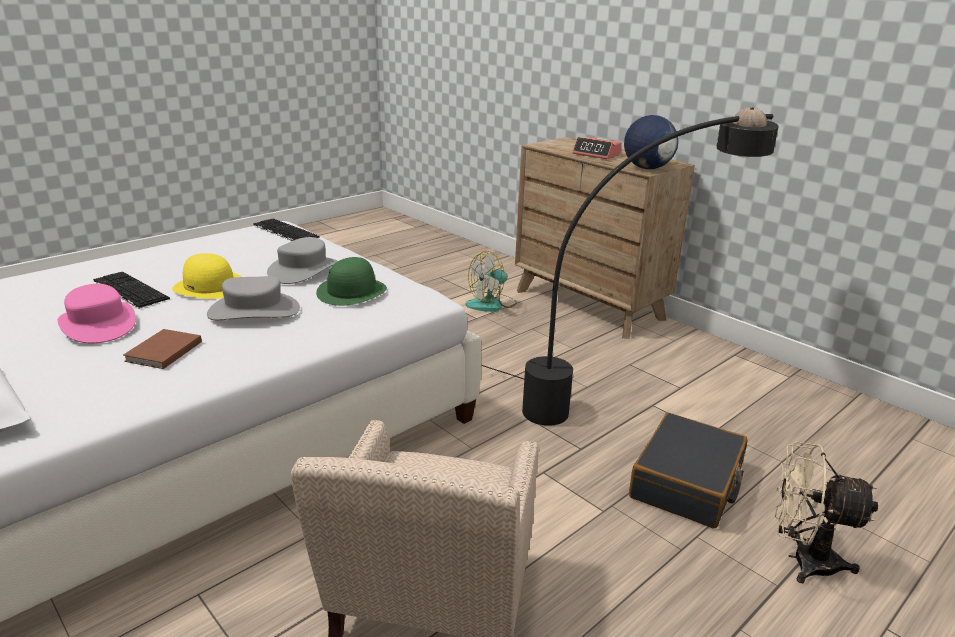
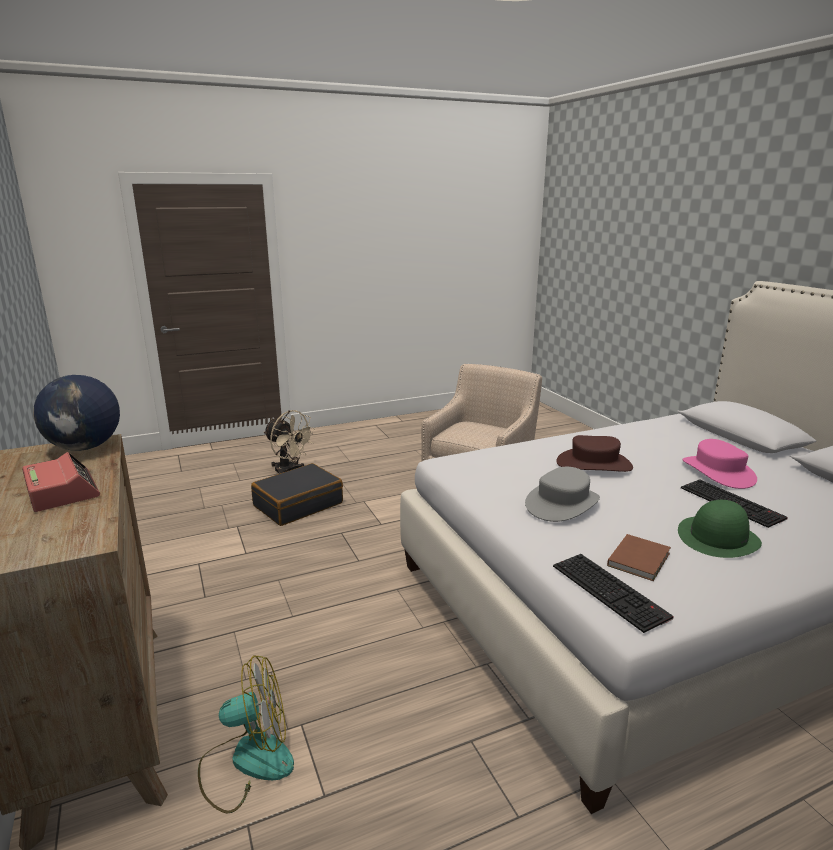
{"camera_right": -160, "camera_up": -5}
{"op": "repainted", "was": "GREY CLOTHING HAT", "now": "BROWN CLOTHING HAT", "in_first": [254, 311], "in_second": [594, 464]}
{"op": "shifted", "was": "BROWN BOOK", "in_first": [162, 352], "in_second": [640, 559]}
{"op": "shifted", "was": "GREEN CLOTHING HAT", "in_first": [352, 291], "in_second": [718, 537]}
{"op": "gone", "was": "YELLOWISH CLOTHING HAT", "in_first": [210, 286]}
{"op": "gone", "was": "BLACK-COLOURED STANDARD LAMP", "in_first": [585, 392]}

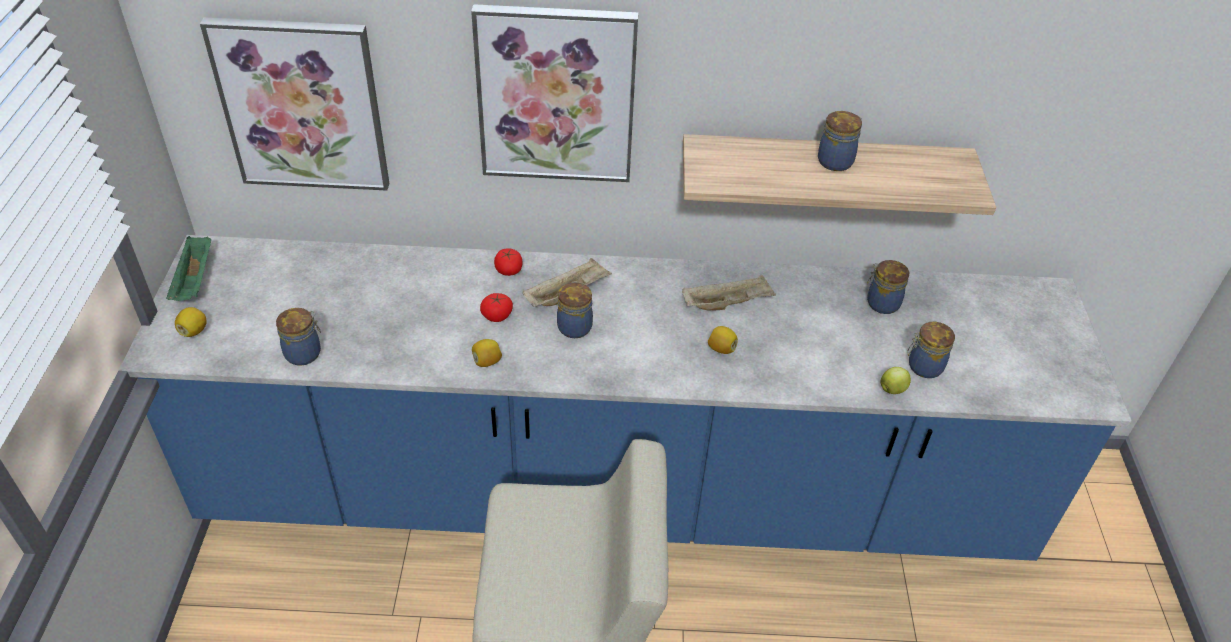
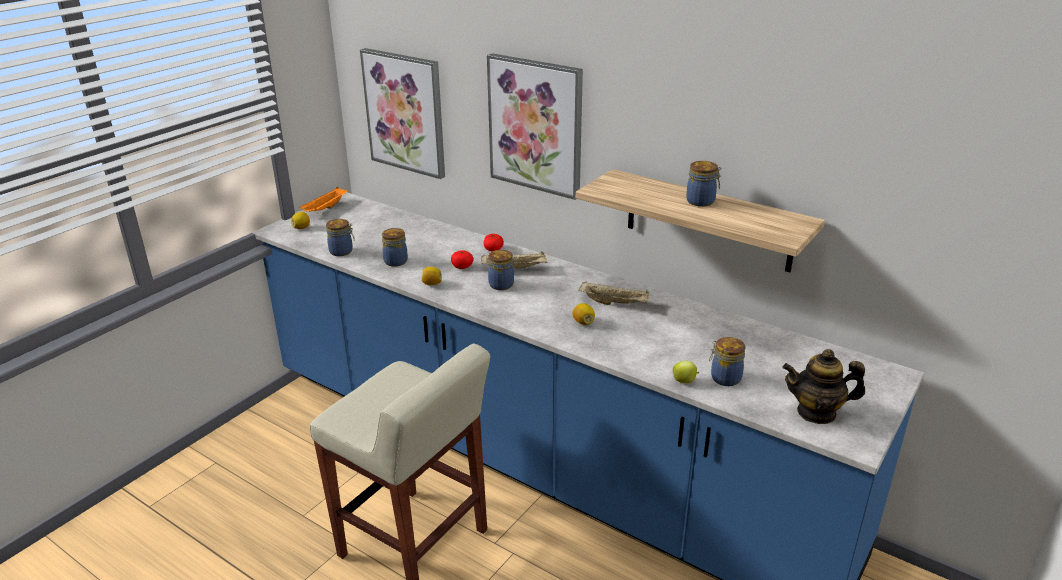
{"camera_right": 35, "camera_up": -15}
{"op": "repainted", "was": "GREEN TRAY", "now": "ORANGE-COLOURED TRAY", "in_first": [195, 281], "in_second": [325, 209]}
{"op": "shifted", "was": "PRESERVE JAR", "in_first": [881, 303], "in_second": [395, 261]}
{"op": "new", "now": "POT FOR TEA", "in_second": [816, 412]}

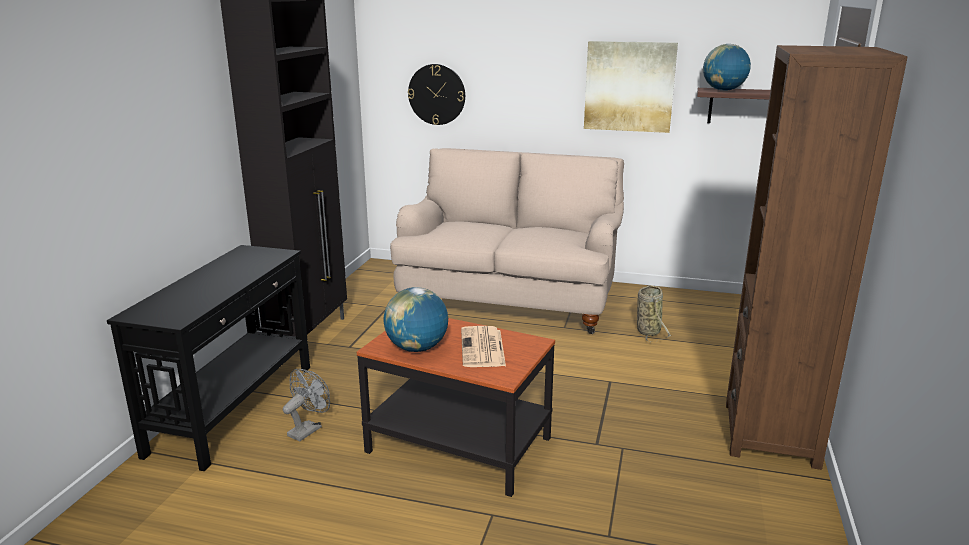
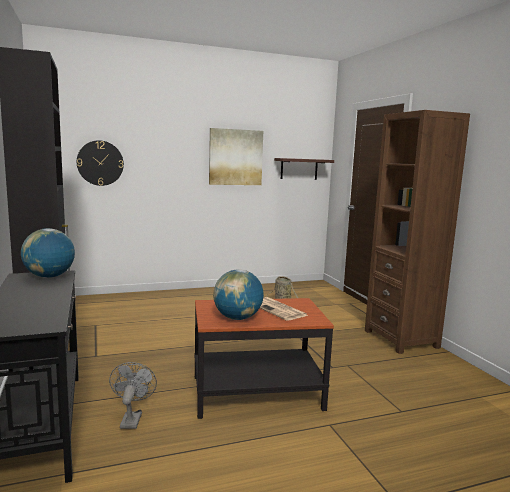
{"camera_right": -35, "camera_up": -10}
{"op": "shifted", "was": "DESK GLOBE", "in_first": [723, 90], "in_second": [49, 276]}
{"op": "gone", "was": "BEIGE-COLOURED COUCH", "in_first": [511, 299]}

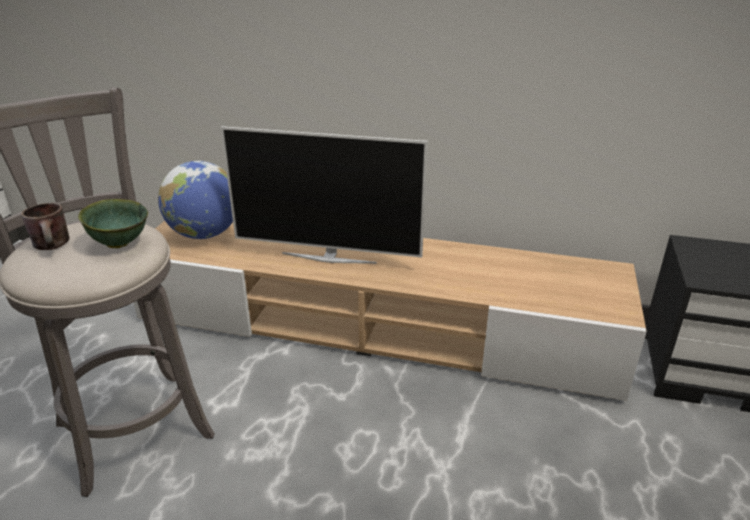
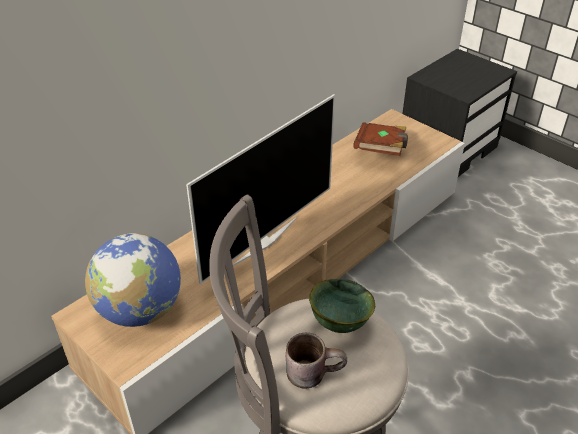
{"camera_right": -60, "camera_up": 10}
{"op": "new", "now": "BROWN BOOK", "in_second": [380, 151]}

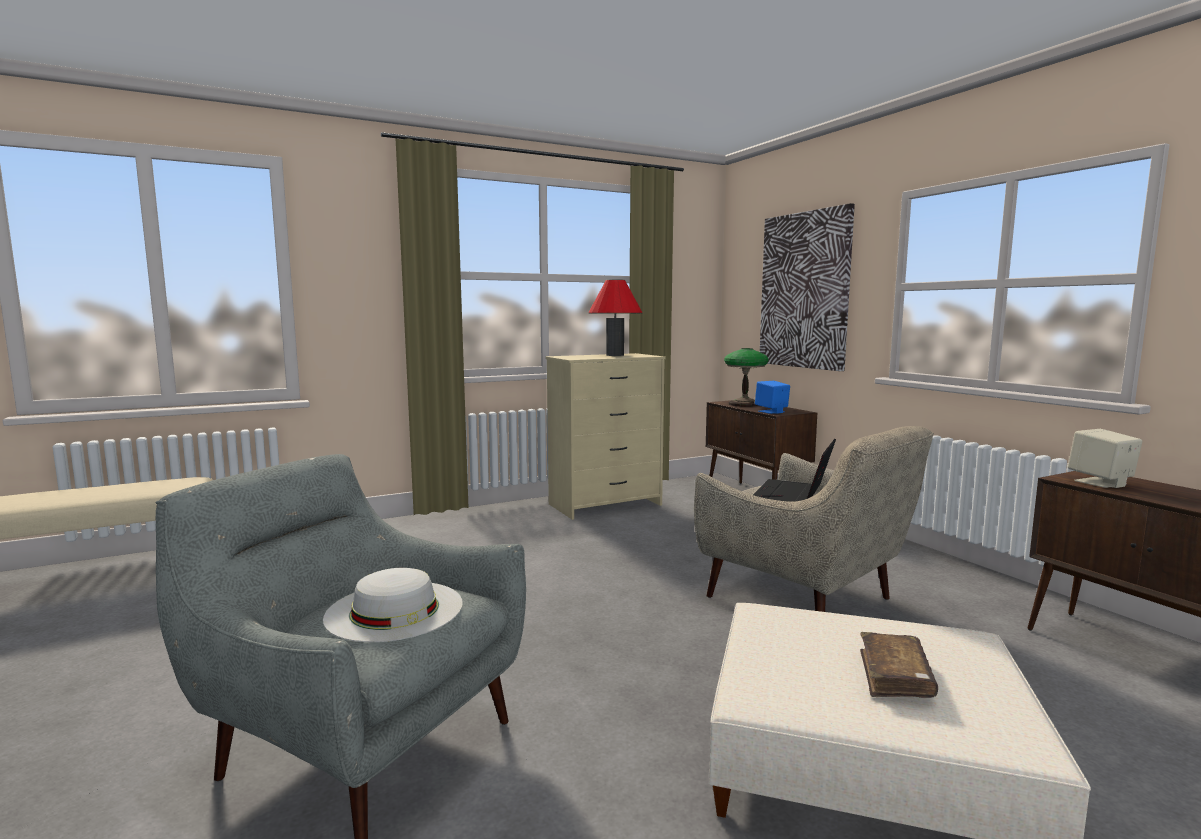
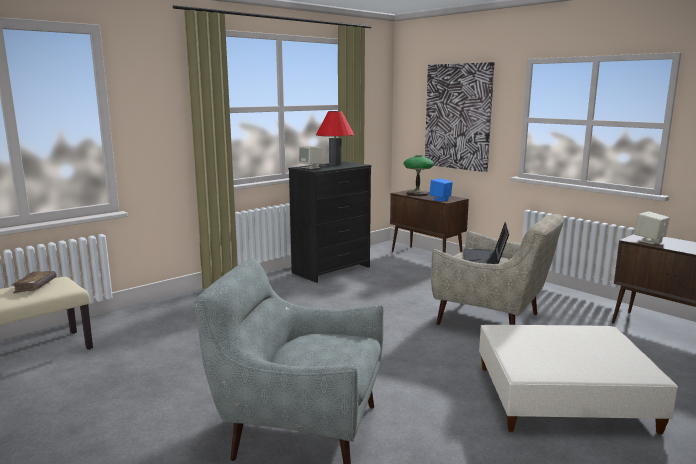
{"camera_right": -15, "camera_up": 5}
{"op": "shifted", "was": "BROWN BOOK", "in_first": [895, 676], "in_second": [35, 286]}
{"op": "repainted", "was": "BEIGE-COLOURED DRAWER CHEST", "now": "BLACK-COLOURED DRAWER CHEST", "in_first": [605, 505], "in_second": [331, 270]}
{"op": "new", "now": "BEIGE-COLOURED SPEAKER", "in_second": [311, 167]}
{"op": "gone", "was": "WHITISH CLOTHING HAT", "in_first": [395, 610]}

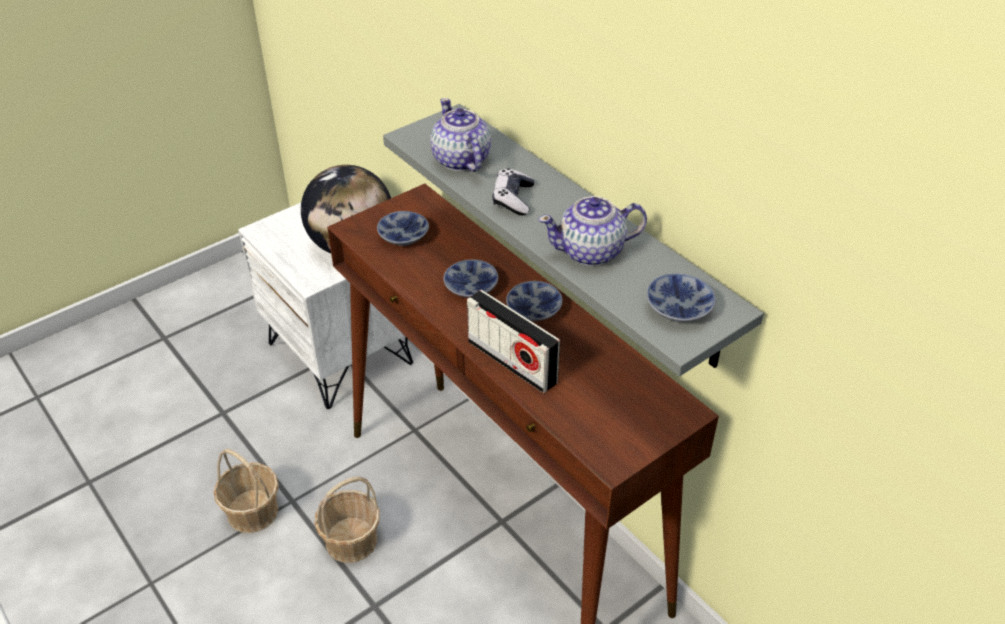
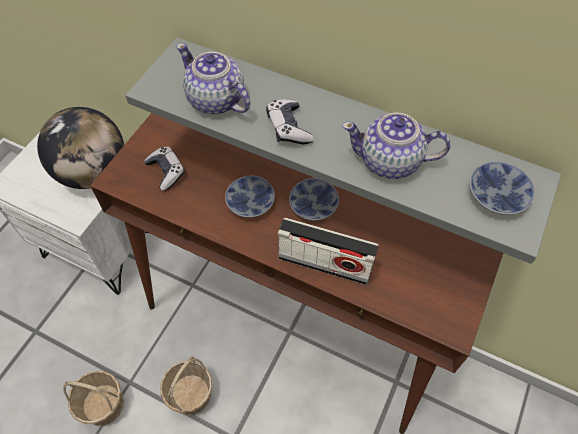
{"camera_right": -25, "camera_up": 15}
{"op": "swapped", "was": "SERVING BOWL", "now": "GAME CONTROLLER", "in_first": [405, 237], "in_second": [166, 172]}
{"op": "rotated", "was": "POT FOR TEA", "in_first": [591, 252], "in_second": [390, 162], "clockwise": 45}

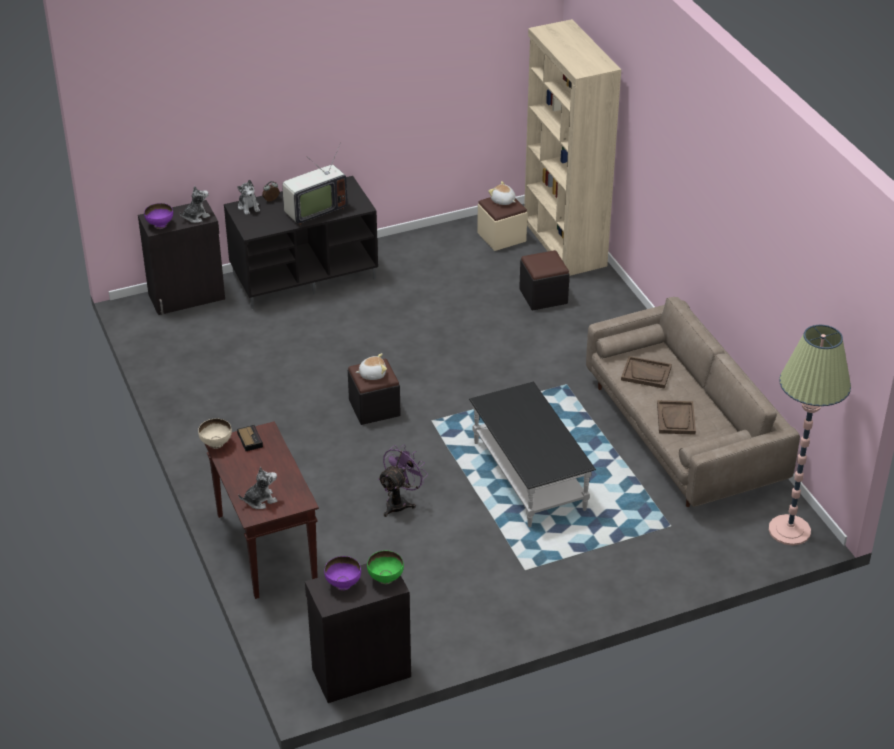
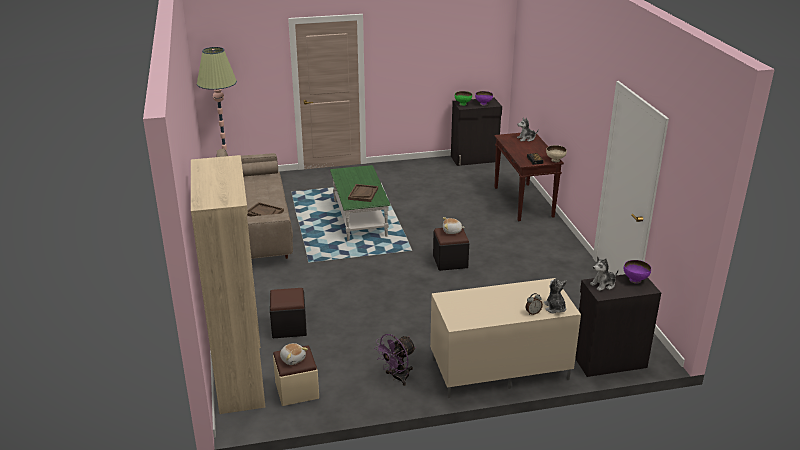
{"camera_right": -170, "camera_up": -10}
{"op": "repainted", "was": "BLACK-COLOURED LOUNGE TABLE", "now": "GREEN LOUNGE TABLE", "in_first": [529, 476], "in_second": [359, 218]}
{"op": "shifted", "was": "BROWN TRAY", "in_first": [676, 419], "in_second": [363, 194]}
{"op": "shifted", "was": "PURPLISH FAN", "in_first": [400, 502], "in_second": [397, 377]}
{"op": "repainted", "was": "BLACK-COLOURED MEDIA CONSOLE", "now": "BEIGE-COLOURED MEDIA CONSOLE", "in_first": [305, 276], "in_second": [499, 370]}
{"op": "gone", "was": "TV", "in_first": [313, 210]}

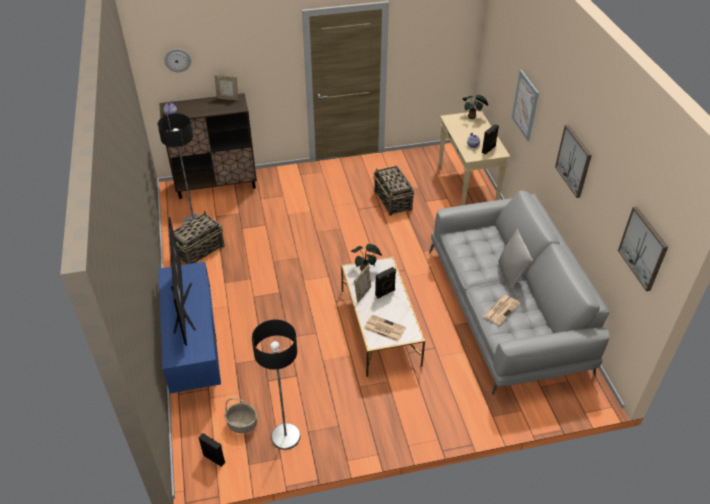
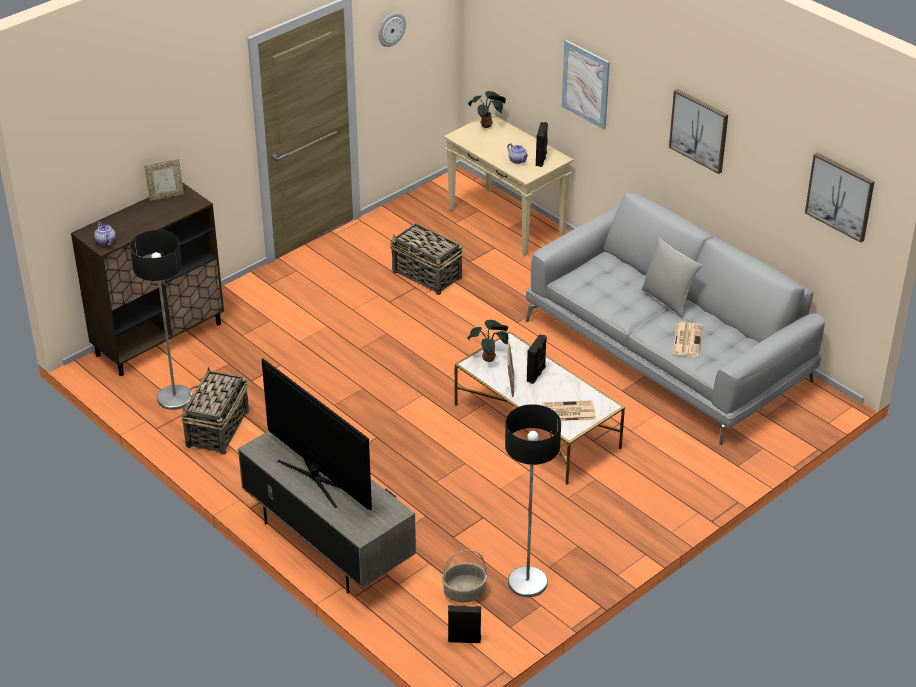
{"camera_right": -30, "camera_up": -5}
{"op": "repainted", "was": "BLUE-COLOURED MEDIA CONSOLE", "now": "GREY MEDIA CONSOLE", "in_first": [194, 350], "in_second": [327, 543]}
{"op": "shifted", "was": "HANGING CLOCK", "in_first": [177, 60], "in_second": [391, 29]}

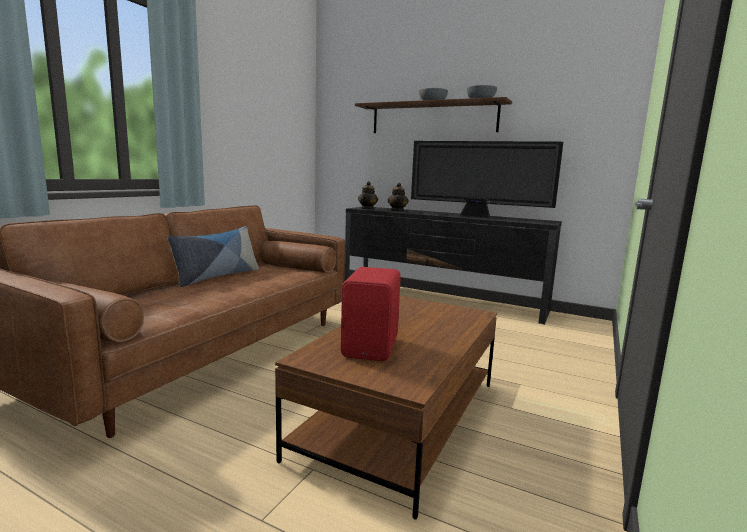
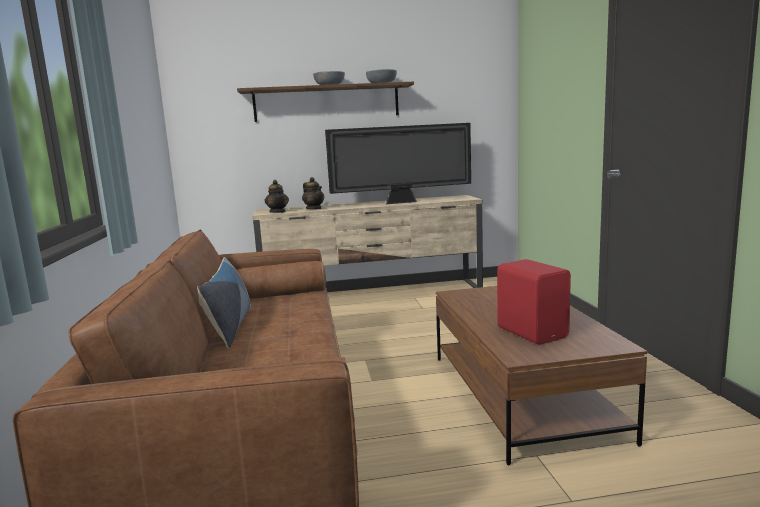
{"camera_right": -35, "camera_up": 0}
{"op": "repainted", "was": "BLACK-COLOURED MEDIA CONSOLE", "now": "BEIGE-COLOURED MEDIA CONSOLE", "in_first": [441, 299], "in_second": [373, 295]}

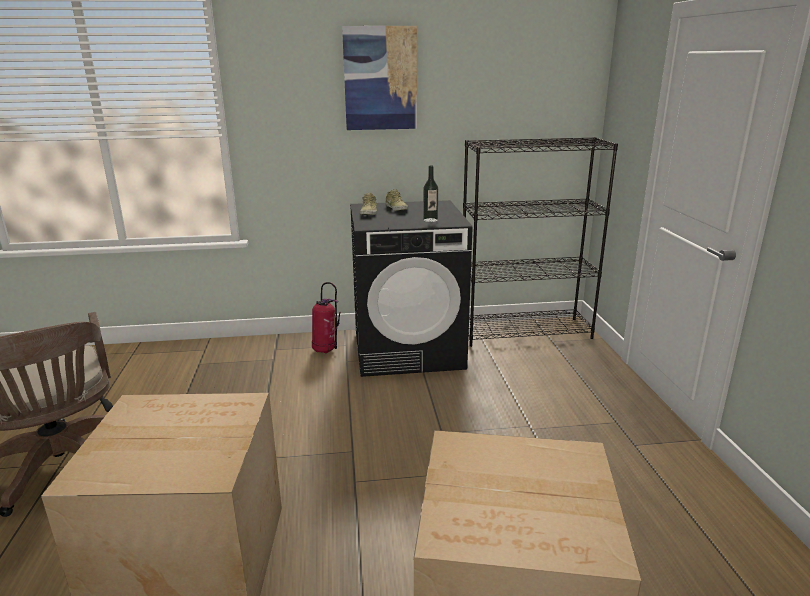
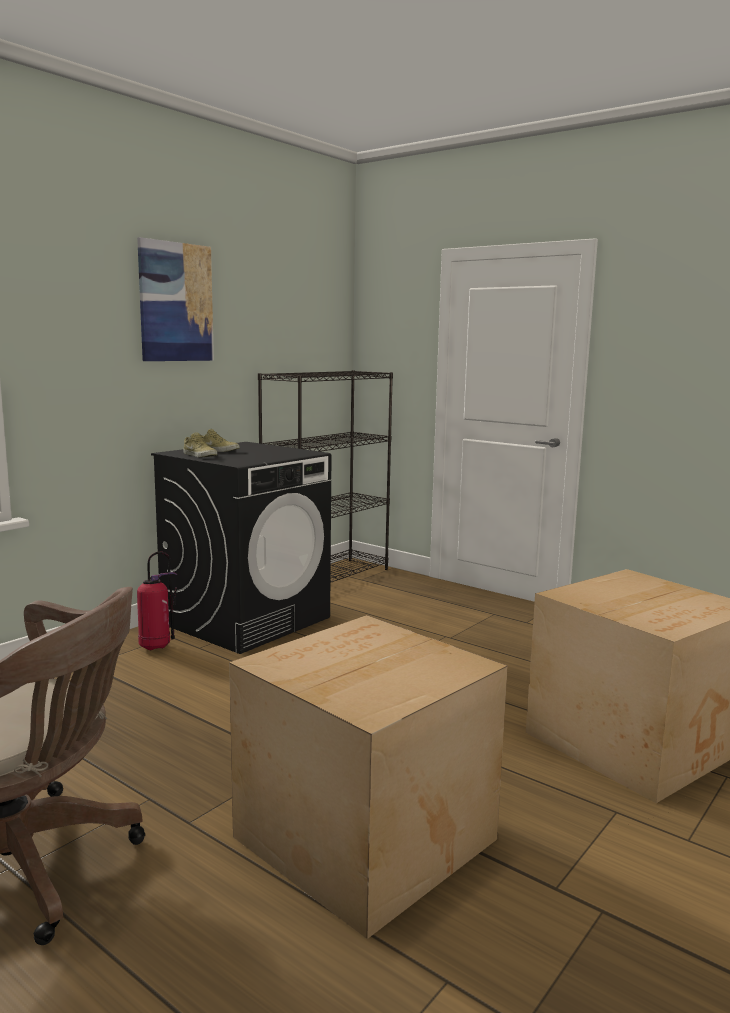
{"camera_right": -45, "camera_up": -10}
{"op": "gone", "was": "BOTTLE", "in_first": [430, 220]}

